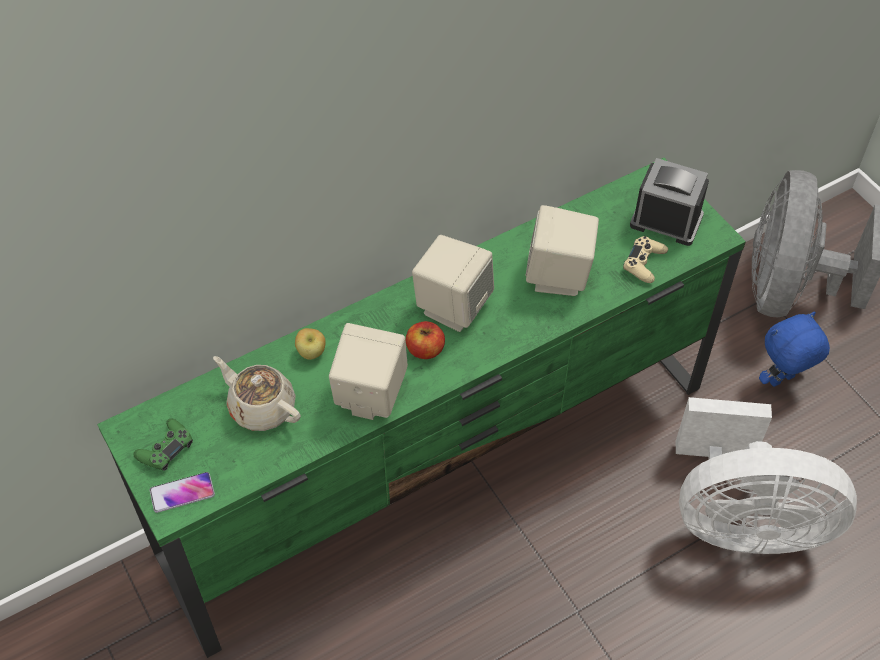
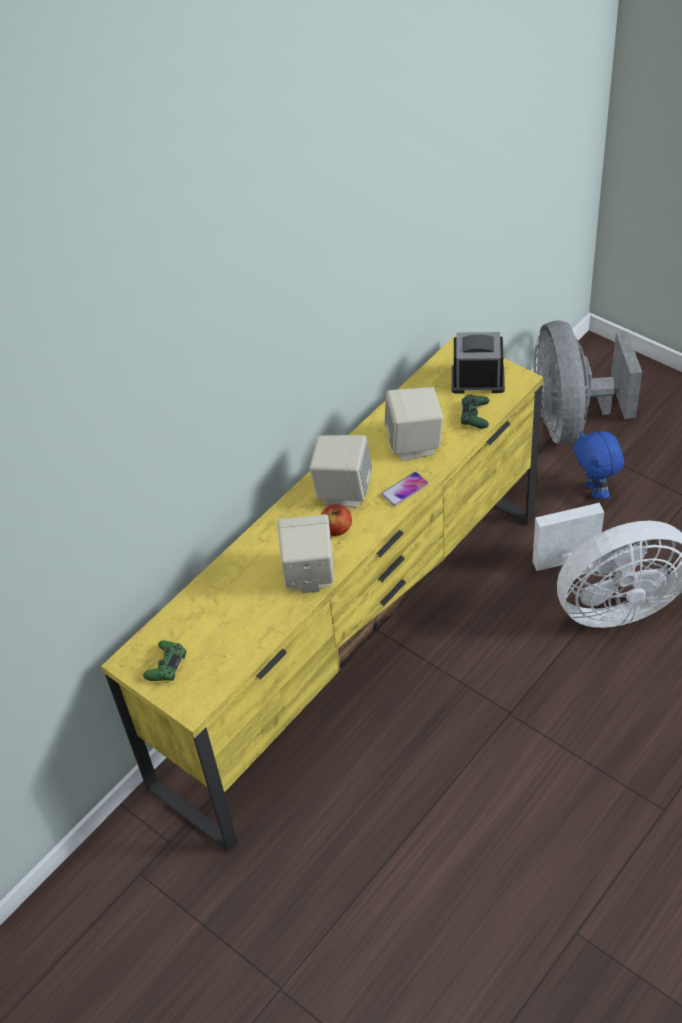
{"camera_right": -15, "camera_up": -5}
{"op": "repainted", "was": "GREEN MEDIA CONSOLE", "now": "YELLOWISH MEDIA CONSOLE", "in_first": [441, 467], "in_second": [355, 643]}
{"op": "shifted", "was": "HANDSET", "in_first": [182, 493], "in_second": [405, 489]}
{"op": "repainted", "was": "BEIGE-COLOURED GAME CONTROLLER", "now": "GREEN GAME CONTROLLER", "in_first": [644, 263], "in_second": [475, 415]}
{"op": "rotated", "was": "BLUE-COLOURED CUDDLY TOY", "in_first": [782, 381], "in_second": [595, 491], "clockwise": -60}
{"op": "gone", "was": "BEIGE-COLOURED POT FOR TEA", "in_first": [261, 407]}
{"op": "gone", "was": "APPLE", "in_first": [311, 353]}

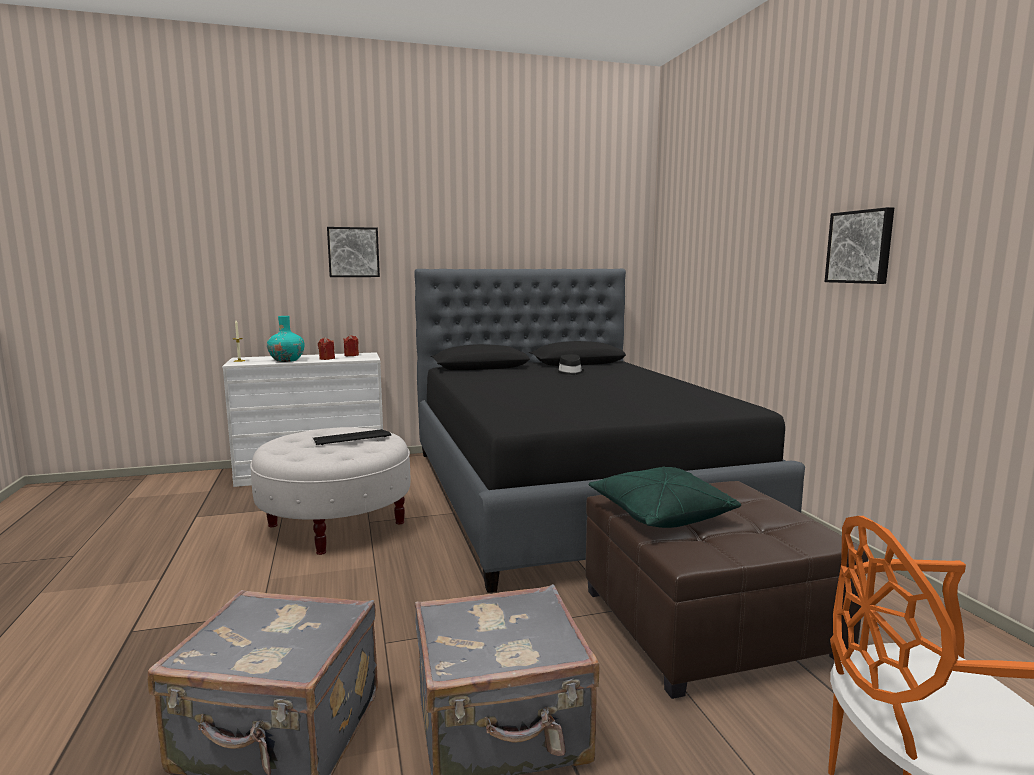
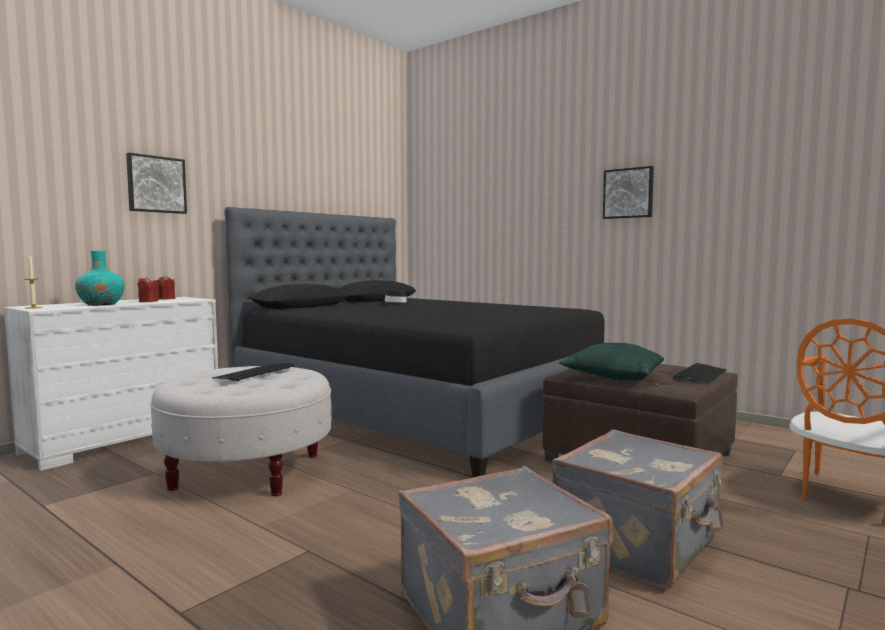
{"camera_right": -35, "camera_up": -5}
{"op": "new", "now": "PC KEYBOARD", "in_second": [700, 374]}

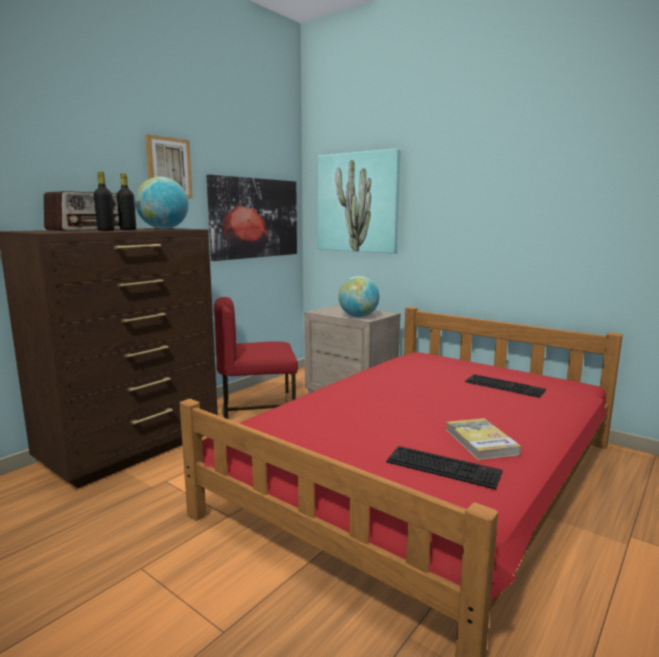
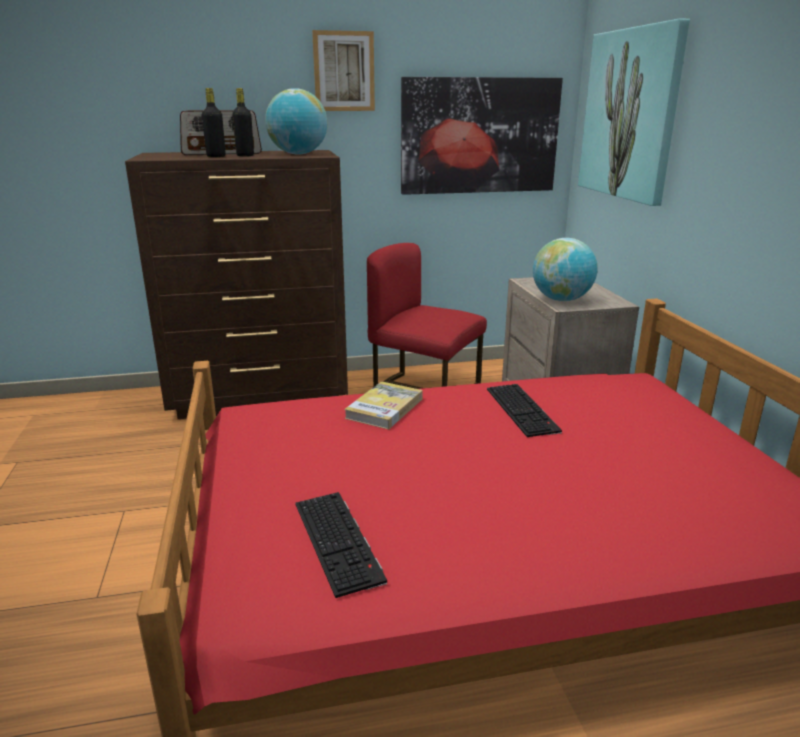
{"camera_right": 40, "camera_up": 10}
{"op": "shifted", "was": "BOOK", "in_first": [481, 441], "in_second": [384, 408]}
{"op": "shifted", "was": "PC KEYBOARD", "in_first": [505, 386], "in_second": [523, 410]}

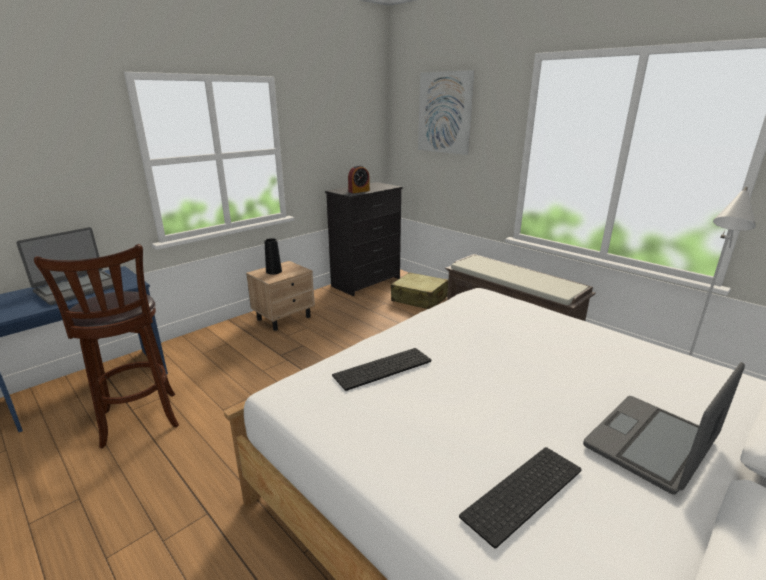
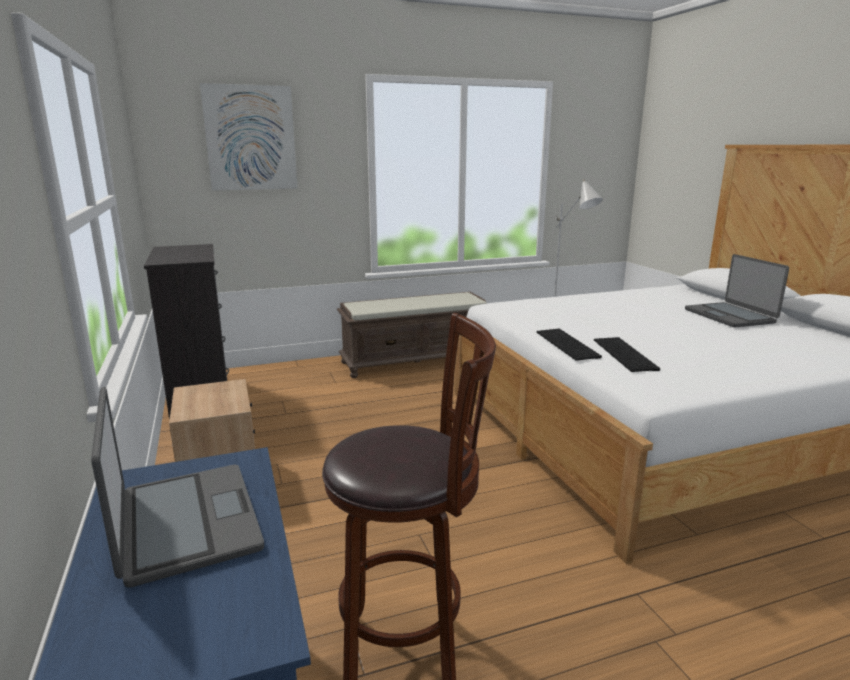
{"camera_right": -65, "camera_up": -5}
{"op": "shifted", "was": "PC KEYBOARD", "in_first": [524, 495], "in_second": [569, 344]}
{"op": "gone", "was": "BLACK-COLOURED FLOWER VASE", "in_first": [274, 271]}
{"op": "gone", "was": "BEDSIDE CLOCK", "in_first": [359, 191]}
{"op": "gone", "was": "BEIGE-COLOURED TRAVEL CASE", "in_first": [419, 299]}

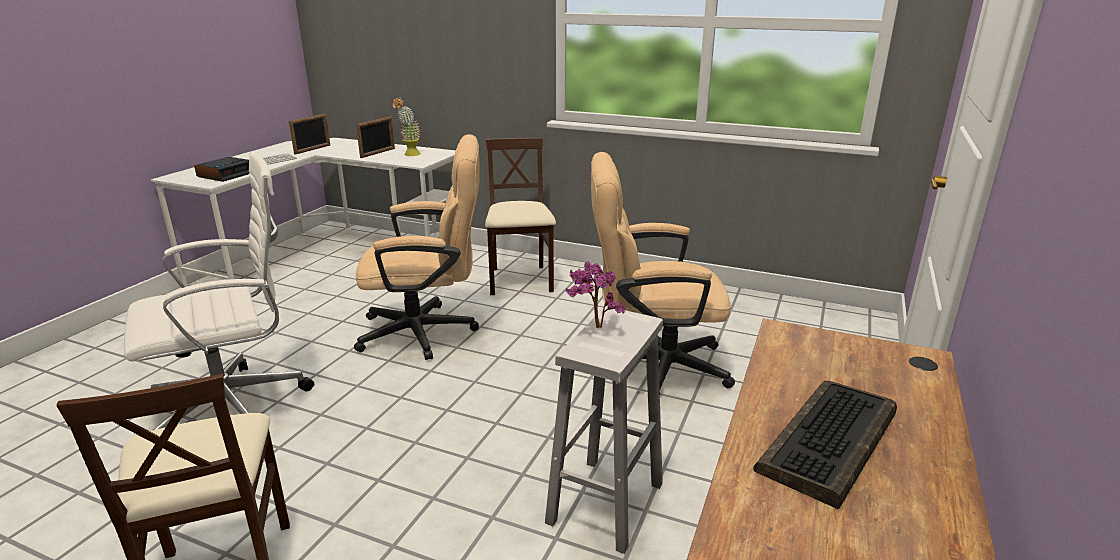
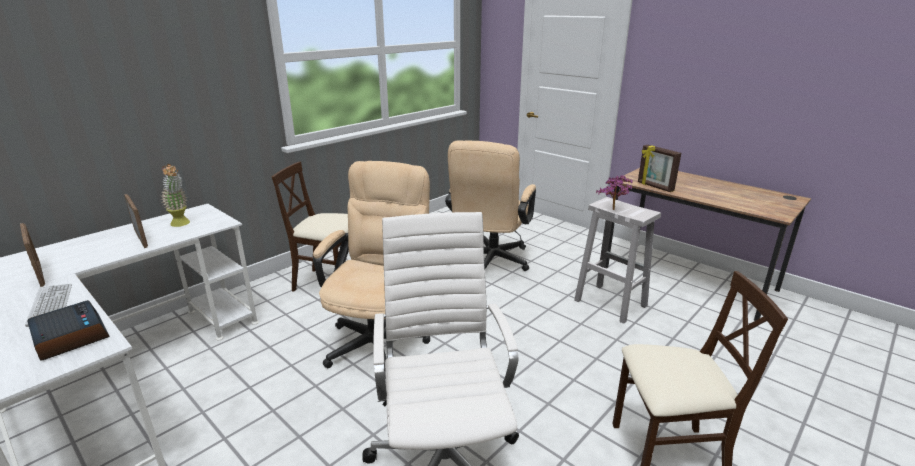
{"camera_right": -70, "camera_up": 0}
{"op": "new", "now": "PICTURE FRAME", "in_second": [654, 187]}
{"op": "gone", "was": "PC KEYBOARD", "in_first": [829, 442]}

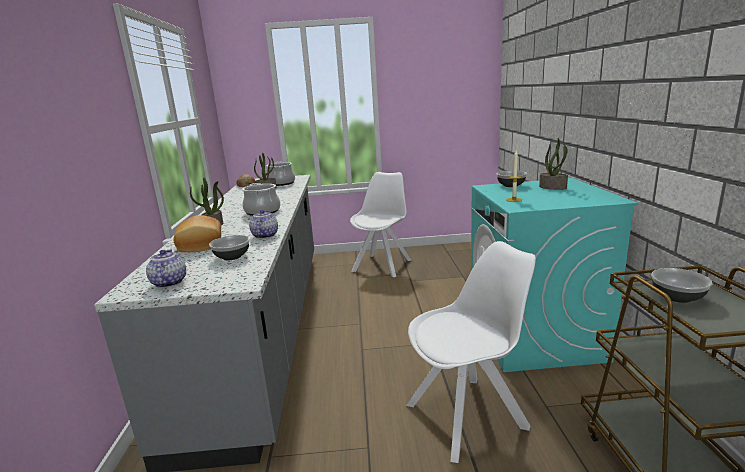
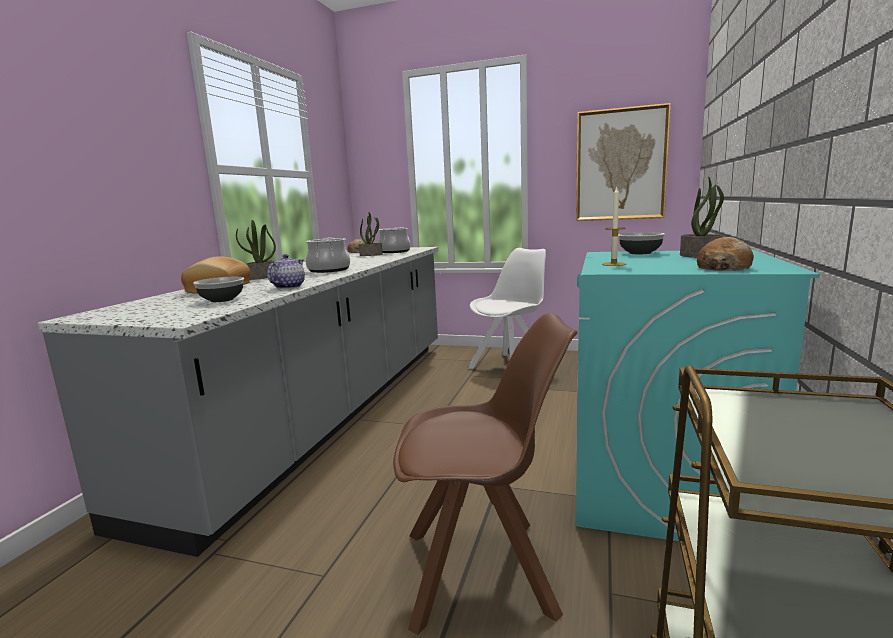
{"camera_right": 20, "camera_up": -5}
{"op": "repainted", "was": "WHITISH CHAIR", "now": "BROWN CHAIR", "in_first": [469, 415], "in_second": [483, 572]}
{"op": "new", "now": "PICTURE", "in_second": [620, 165]}
{"op": "new", "now": "BAKED BREAD", "in_second": [723, 267]}
{"op": "gone", "was": "POT FOR TEA", "in_first": [169, 282]}
{"op": "gone", "was": "SERVING BOWL", "in_first": [676, 297]}

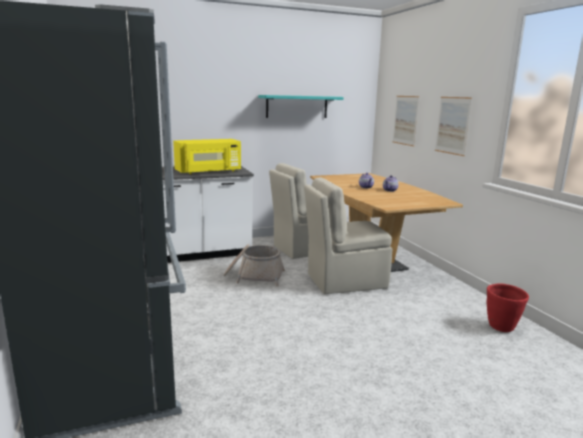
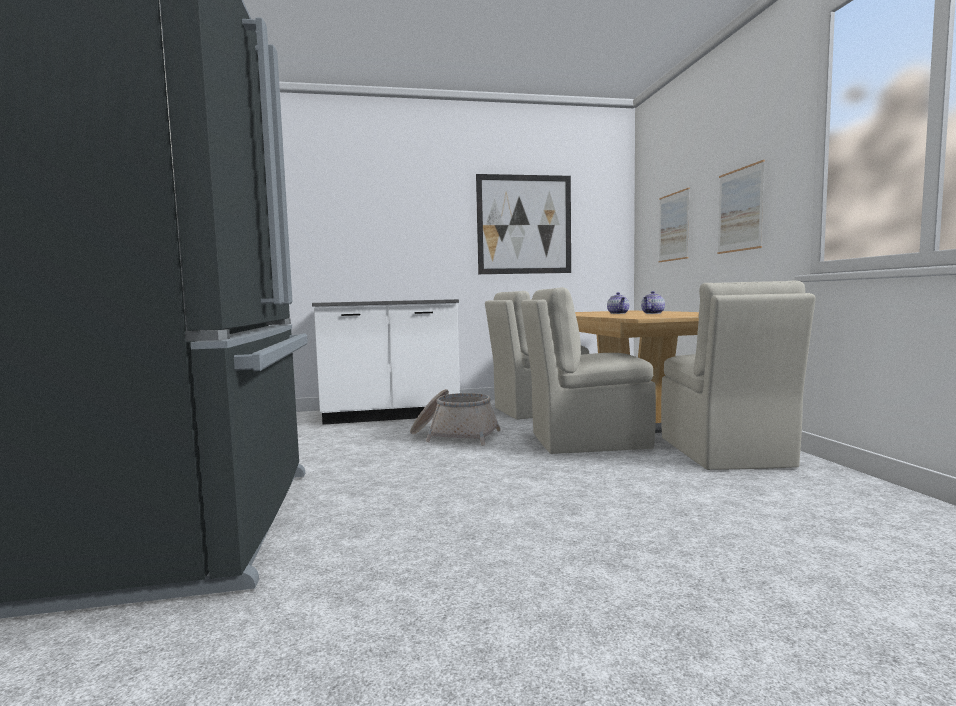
{"camera_right": 10, "camera_up": -10}
{"op": "swapped", "was": "TURQUOISE-COLOURED SHELF", "now": "PICTURE", "in_first": [297, 106], "in_second": [524, 224]}
{"op": "new", "now": "BEIGE-COLOURED CHAIR", "in_second": [725, 453]}
{"op": "gone", "was": "YELLOWISH MICROWAVE OVEN", "in_first": [209, 171]}
{"op": "gone", "was": "REDDISH FLOWER POT", "in_first": [501, 327]}

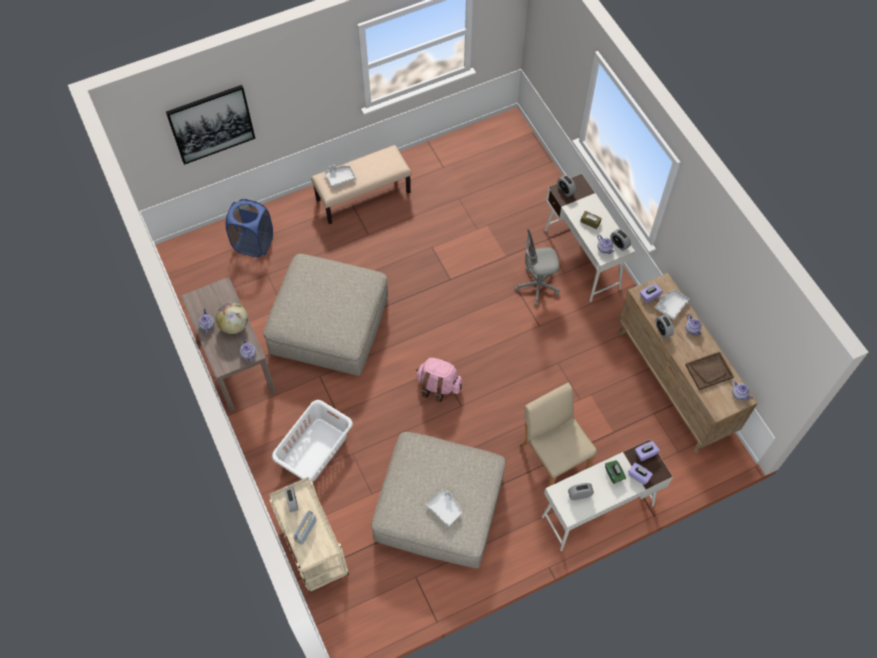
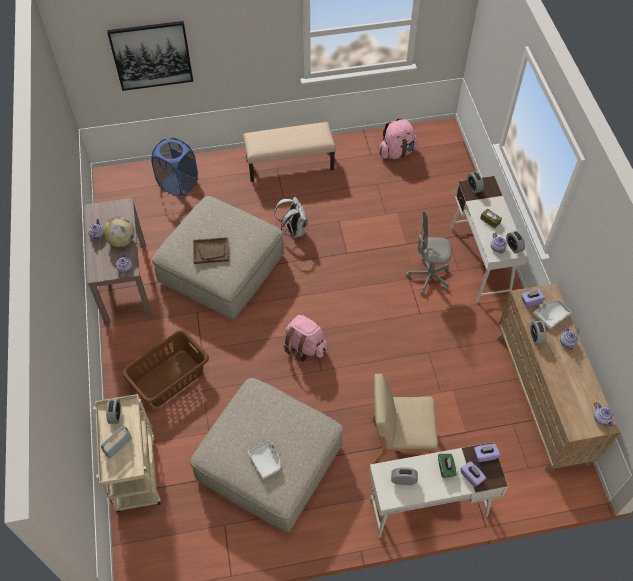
{"camera_right": 15, "camera_up": -5}
{"op": "repainted", "was": "WHITISH HAMPER", "now": "BROWN HAMPER", "in_first": [314, 450], "in_second": [169, 378]}
{"op": "shifted", "was": "BROWN TRAY", "in_first": [709, 371], "in_second": [211, 251]}
{"op": "new", "now": "WHITISH BACKPACK", "in_second": [294, 230]}
{"op": "rotated", "was": "BEIGE-COLOURED CHAIR", "in_first": [554, 455], "in_second": [399, 440], "clockwise": -75}
{"op": "new", "now": "PINKISH BACKPACK", "in_second": [397, 152]}
{"op": "gone", "was": "GREY TRAY", "in_first": [340, 178]}

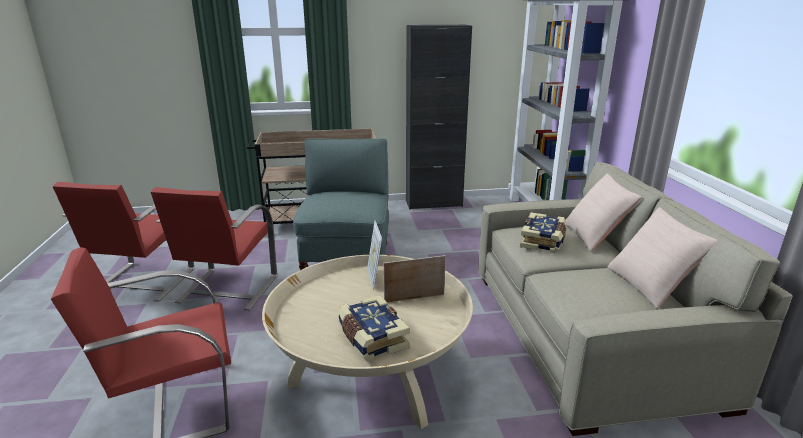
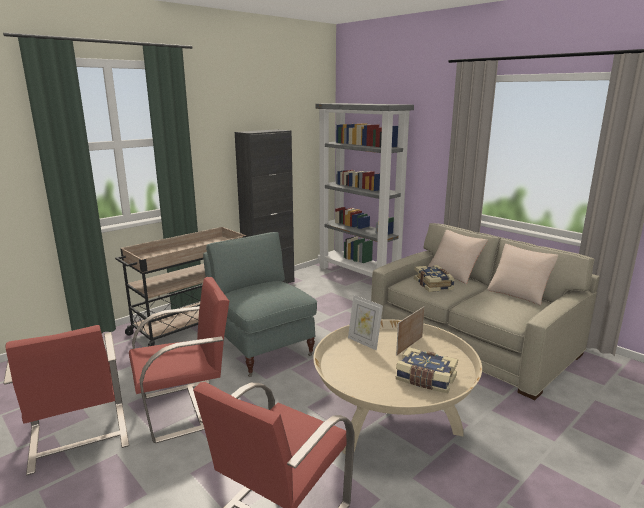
{"camera_right": -35, "camera_up": -5}
{"op": "rotated", "was": "REDDISH CHAIR", "in_first": [226, 290], "in_second": [185, 409], "clockwise": -90}

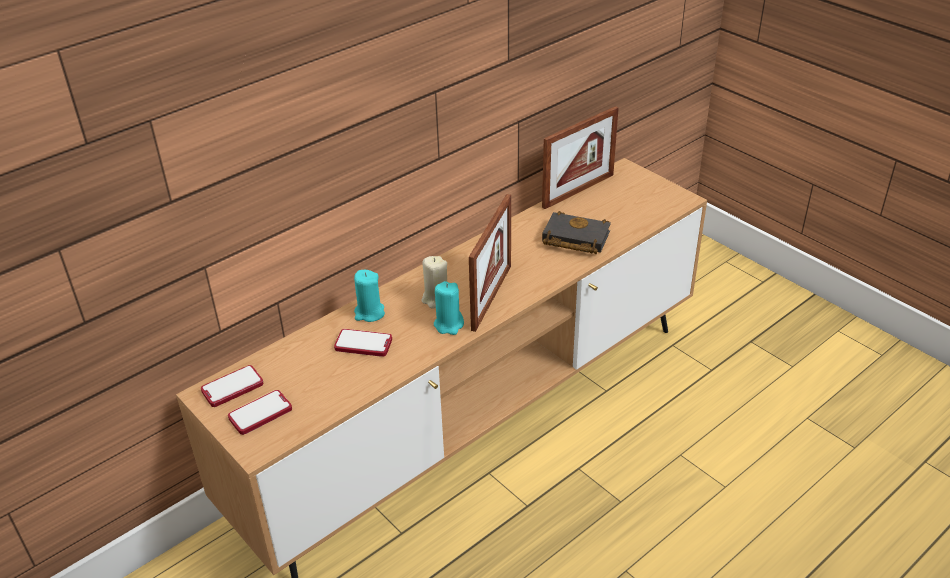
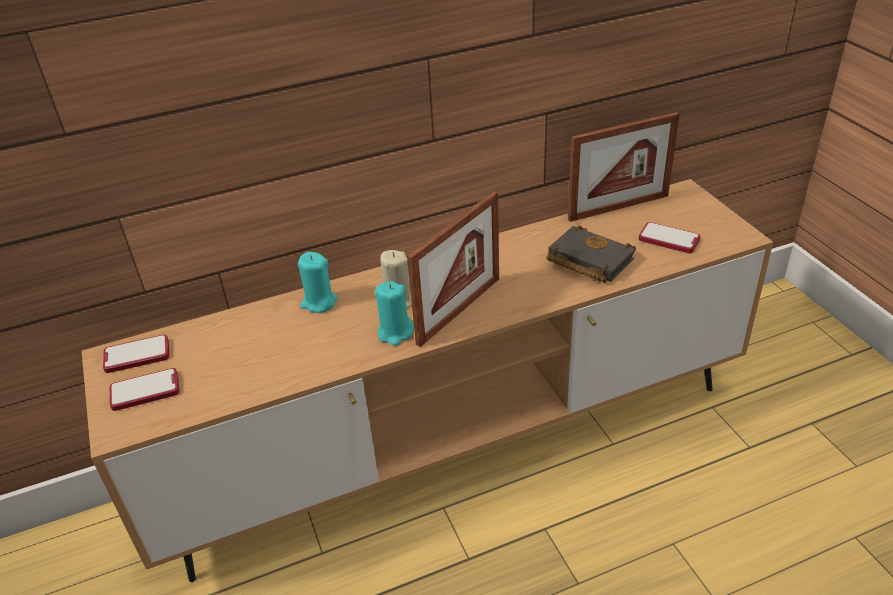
{"camera_right": 20, "camera_up": 0}
{"op": "shifted", "was": "HANDSET", "in_first": [363, 344], "in_second": [668, 239]}

